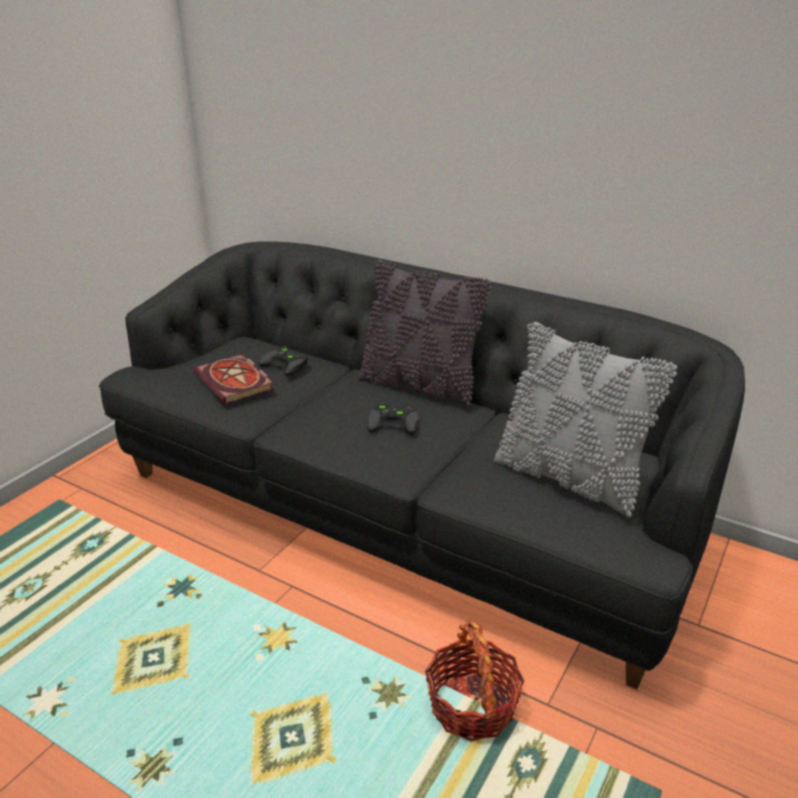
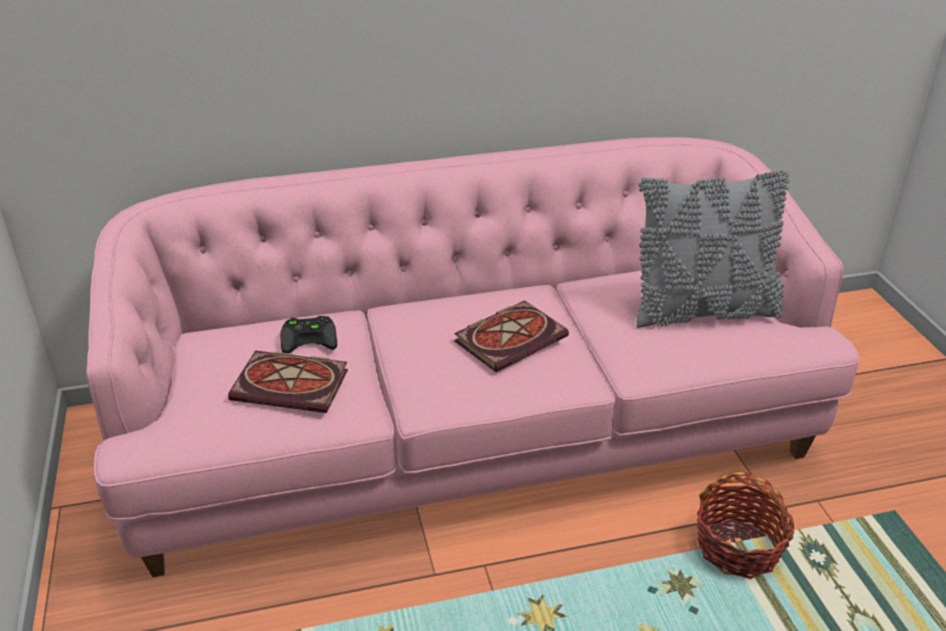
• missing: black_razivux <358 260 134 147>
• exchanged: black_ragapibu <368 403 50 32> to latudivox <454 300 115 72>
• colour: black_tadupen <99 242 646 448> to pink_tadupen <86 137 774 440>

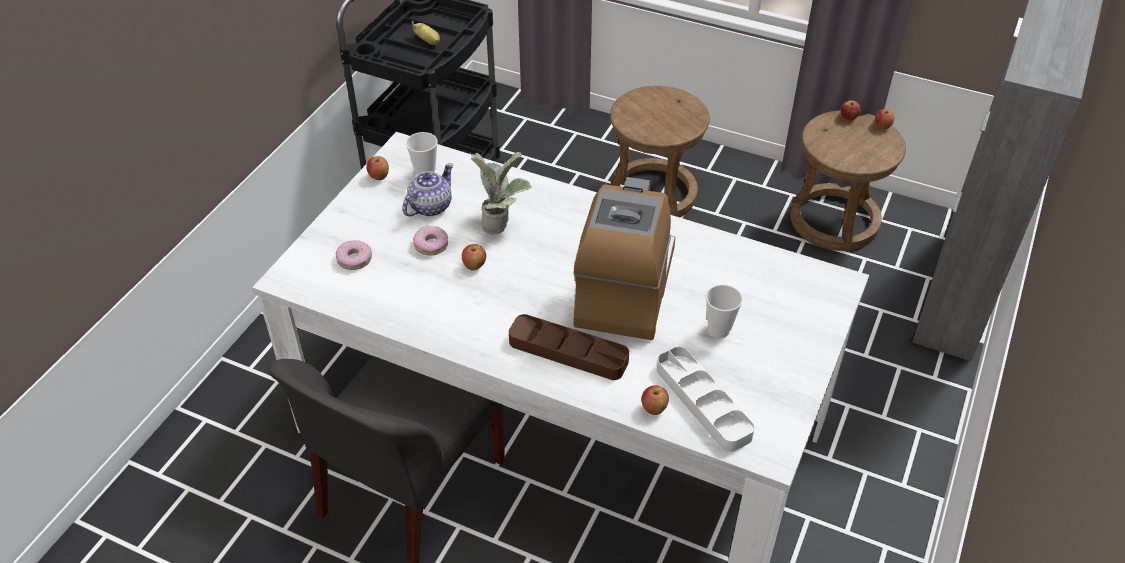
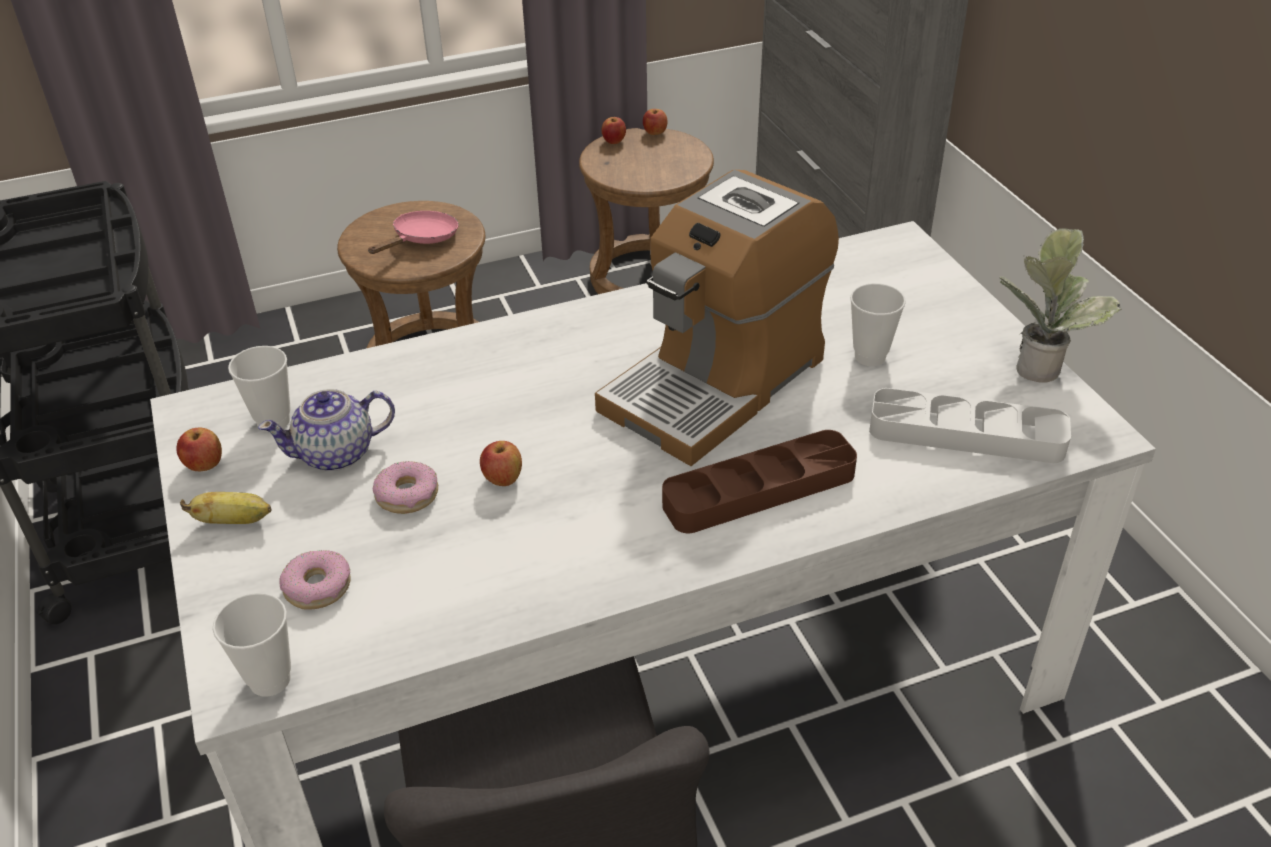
• missing: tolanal <641 385 28 30>
• appeared: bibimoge <213 593 78 104>
• appeared: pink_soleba <368 211 91 43>
• relocated: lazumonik <411 21 29 24> to <180 492 91 32>
• relocated: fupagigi <471 152 61 83> to <999 228 123 155>
• spun: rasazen <402 163 51 54> = <258 389 137 82> 105 degrees counterclockwise
• spun: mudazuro <573 177 103 163> = <595 170 244 296> 105 degrees counterclockwise

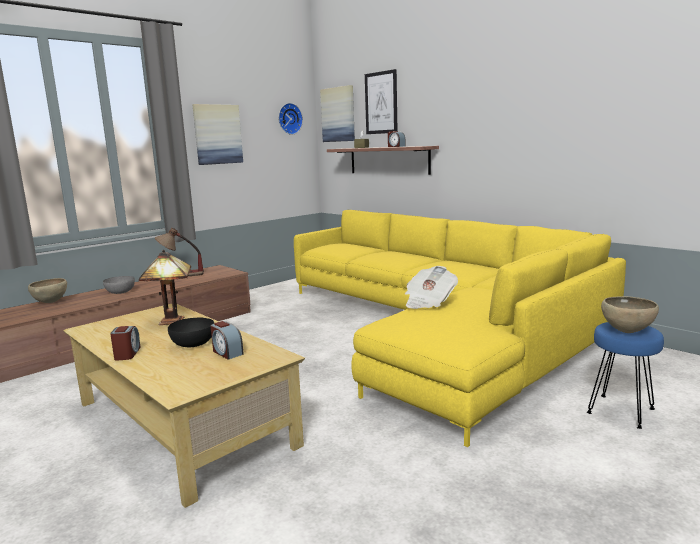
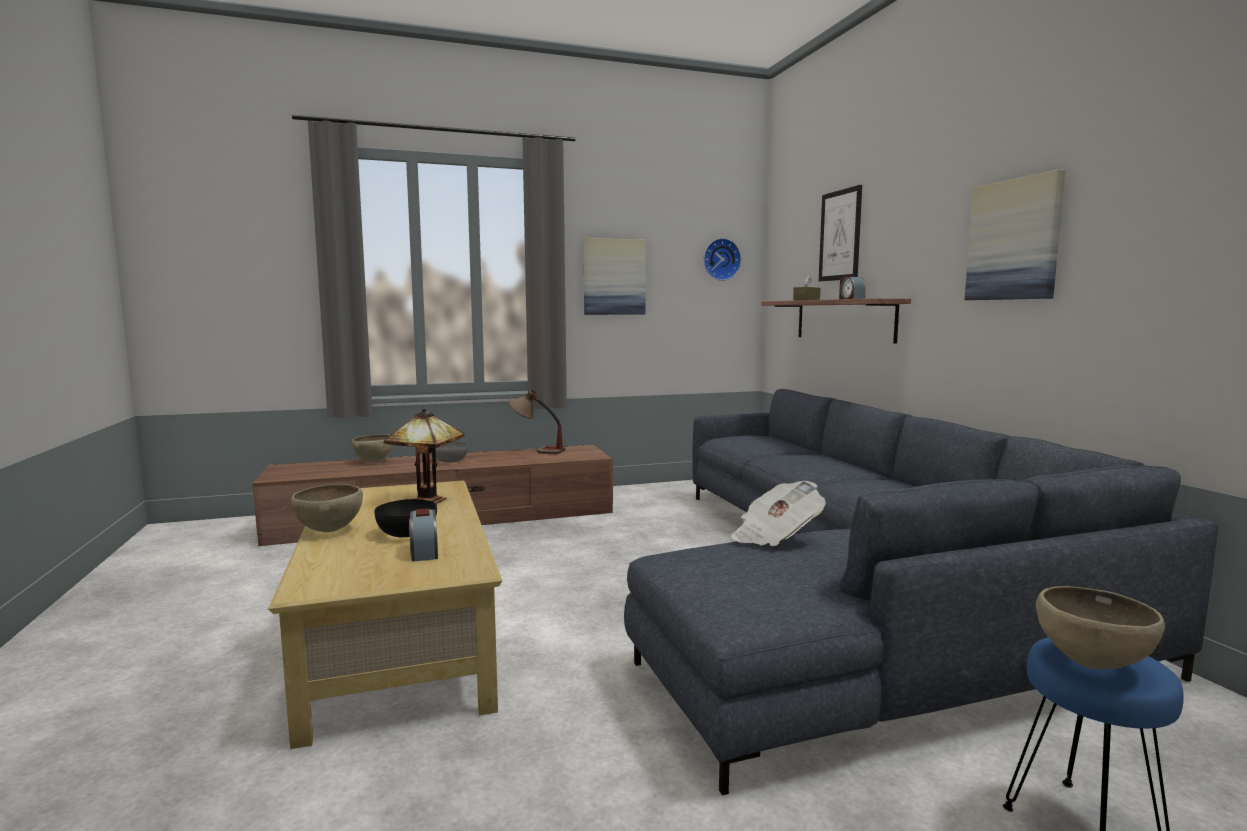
• relocated: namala <320 85 35 57> to <965 169 100 131>
• exchanged: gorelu <110 326 31 34> to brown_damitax <291 484 72 48>
• colour: yellow_tadupen <294 210 332 237> to blue_tadupen <624 389 594 407>

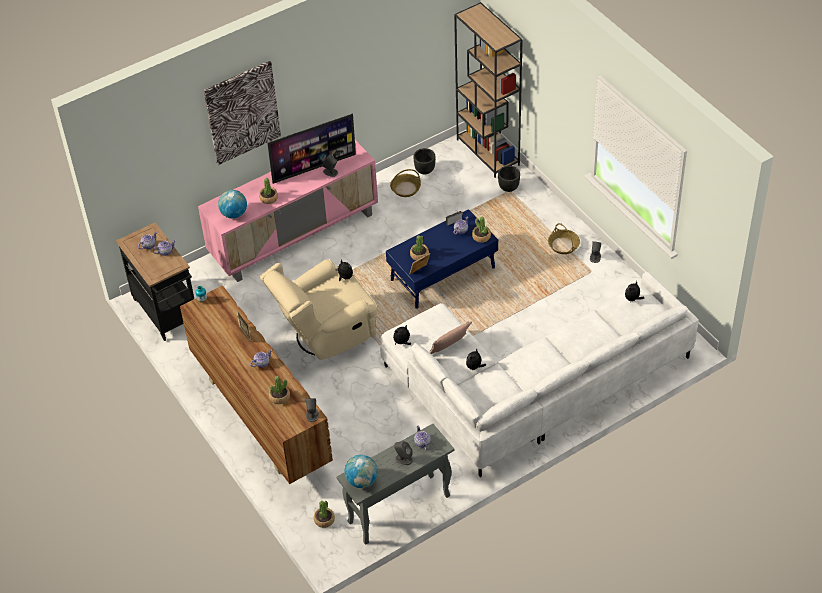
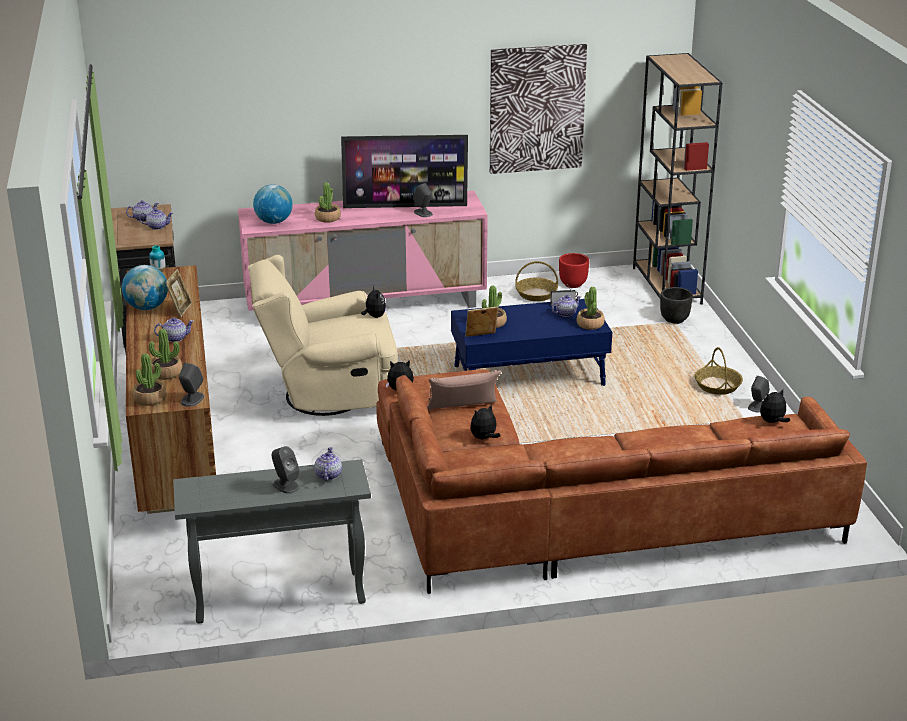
• relocated: namala <204 61 77 104> to <490 44 97 130>
• relocated: fupagigi <314 501 21 27> to <132 353 35 53>
• relocated: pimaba <345 455 33 33> to <122 265 46 45>
• colour: white_tadupen <380 272 319 205> to brown_tadupen <376 369 491 225>
• colour: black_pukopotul <413 148 22 26> to red_pukopotul <559 253 30 35>

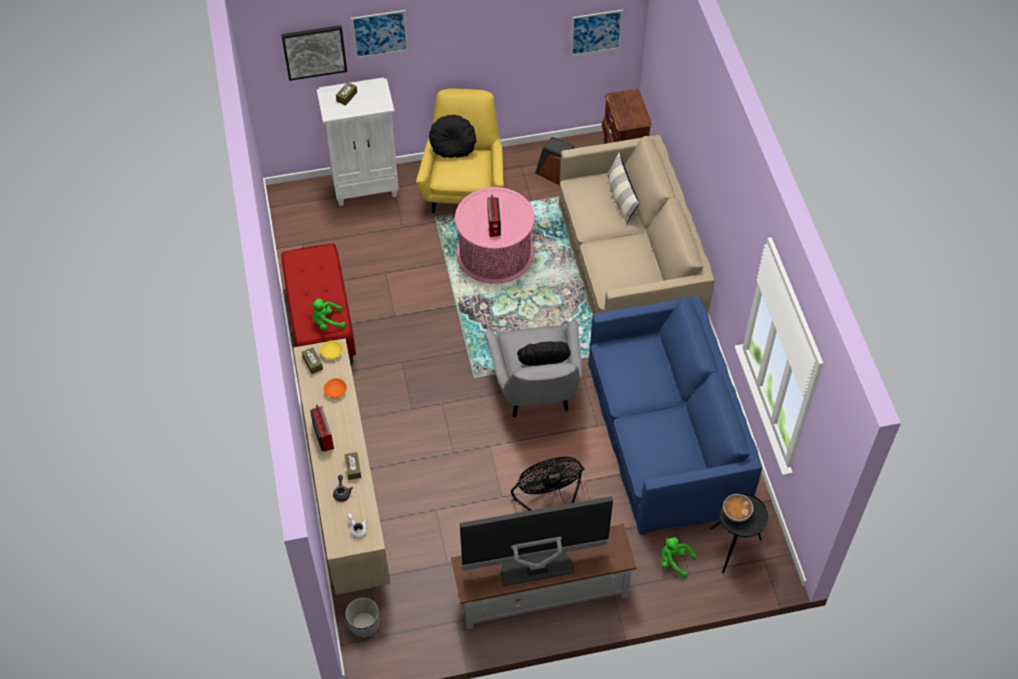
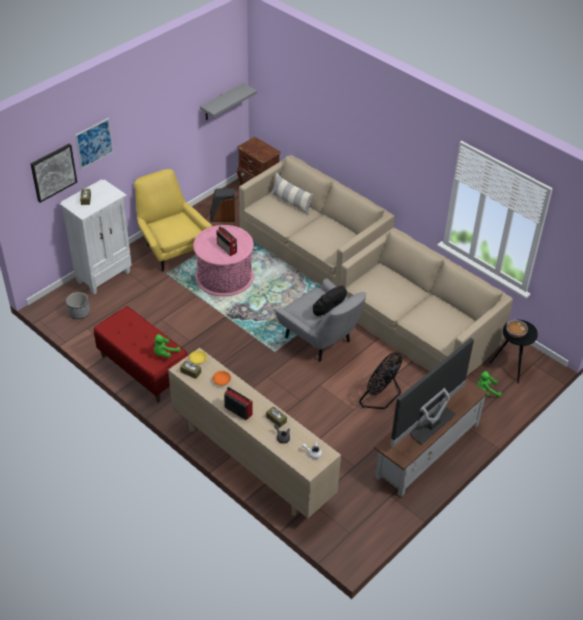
• missing: black_razivux <429 115 47 43>
• relocated: pukopotul <345 597 35 41> to <66 292 24 27>
• exchanged: namala <571 9 52 47> to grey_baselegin <200 83 57 37>
• colour: blue_tadupen <588 296 174 239> to beige_tadupen <340 228 173 147>

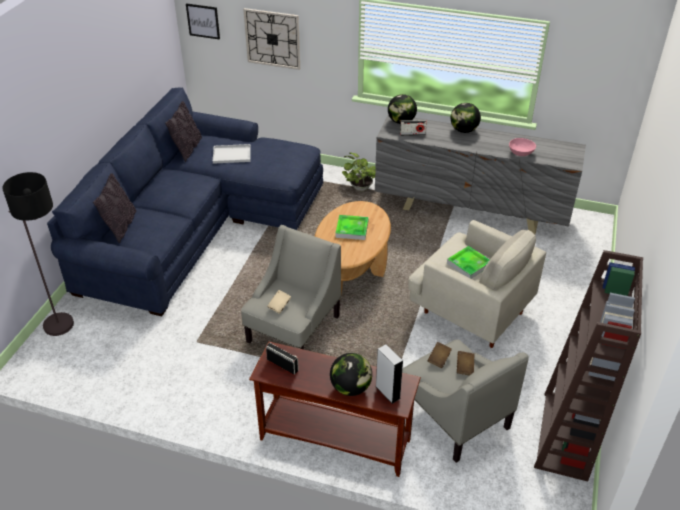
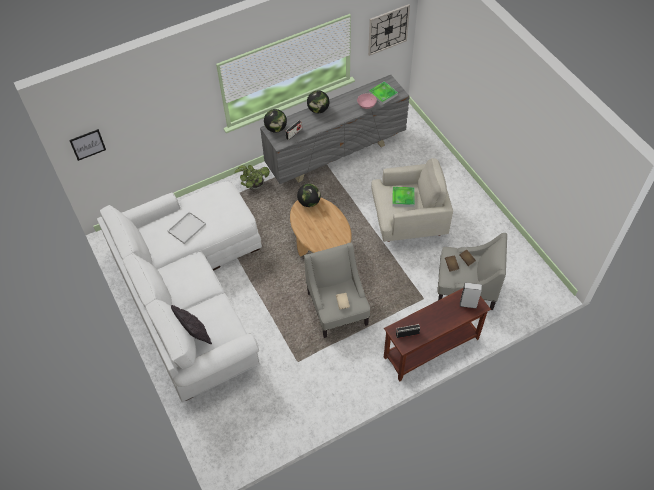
• missing: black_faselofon <2 172 72 164>
• missing: black_razivux <165 101 37 61>
• missing: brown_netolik <534 250 109 232>
• relocated: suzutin <243 8 57 62> to <368 4 42 52>
• relocated: pimaba <330 353 42 43> to <297 184 24 23>
• relocated: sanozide <336 215 33 25> to <369 81 29 24>
• colour: blue_tadupen <47 88 276 229> to white_tadupen <97 181 165 221>

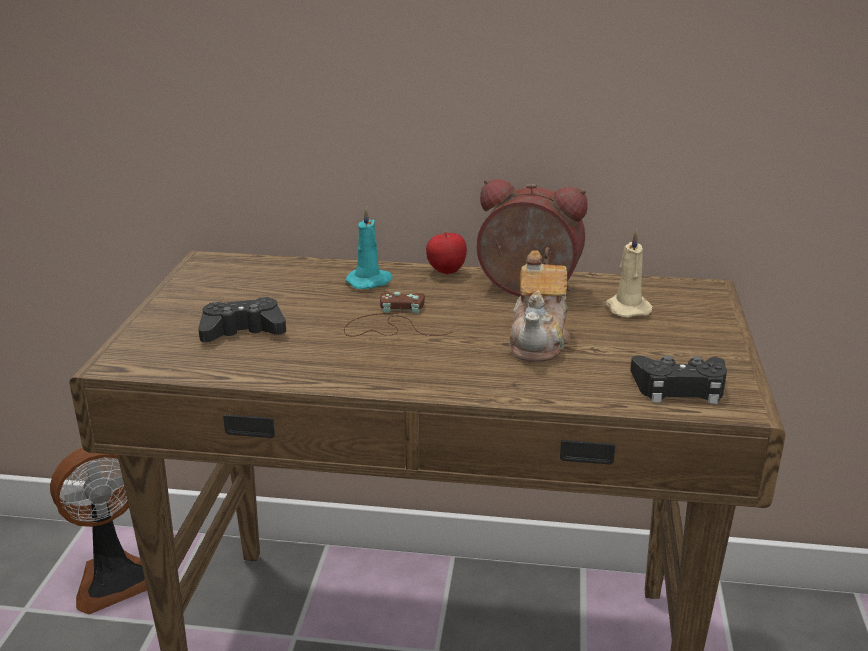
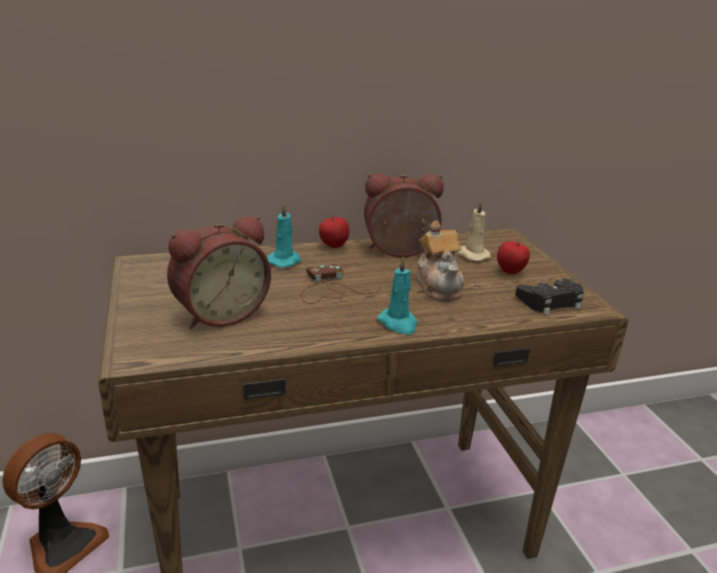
• appeared: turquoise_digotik <377 256 41 79>
• appeared: tolanal <497 241 33 33>
• exchanged: black_ragapibu <198 297 88 45> to gorelu <167 216 104 113>

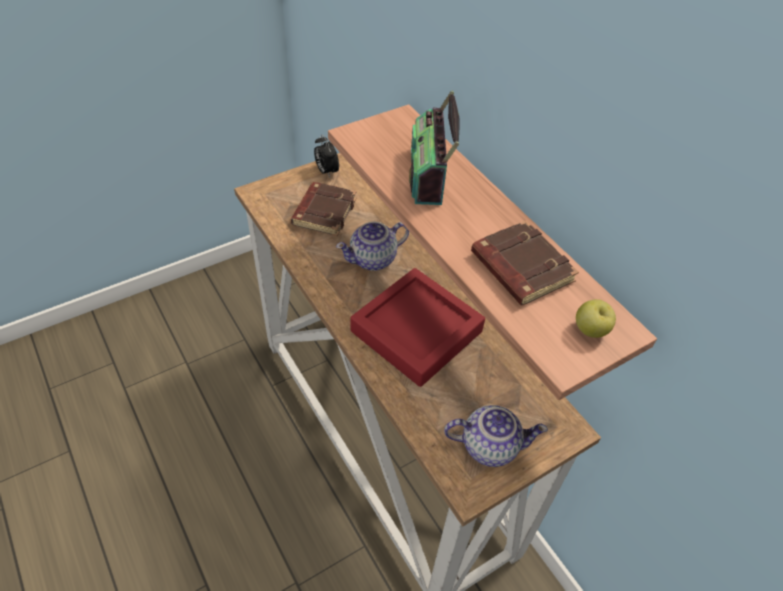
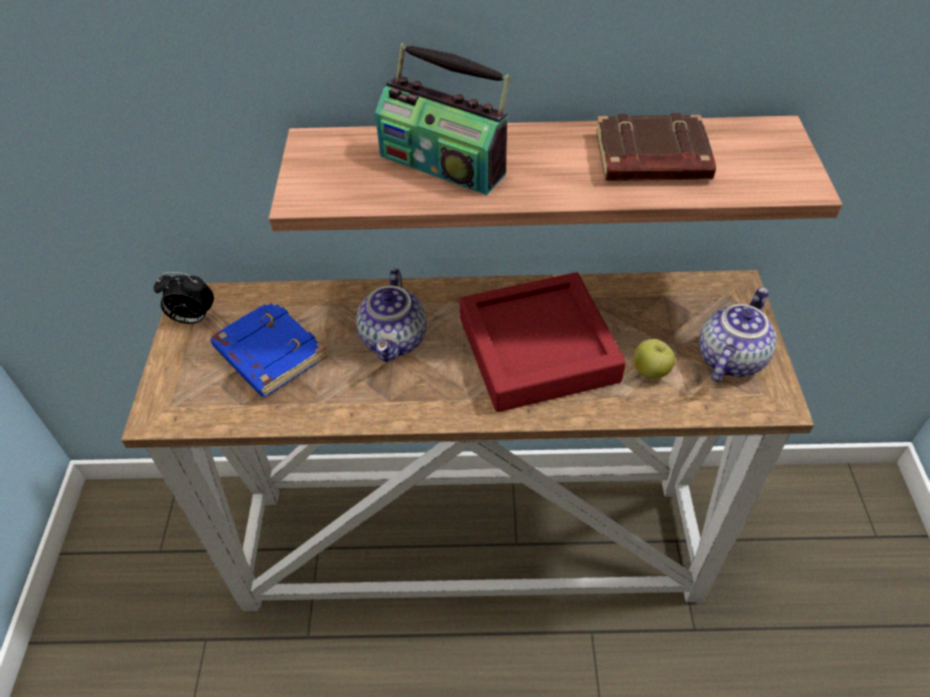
• relocated: tolanal <576 299 40 39> to <634 339 41 40>
• colour: brown_latudivox <291 182 65 54> to blue_latudivox <210 300 117 97>

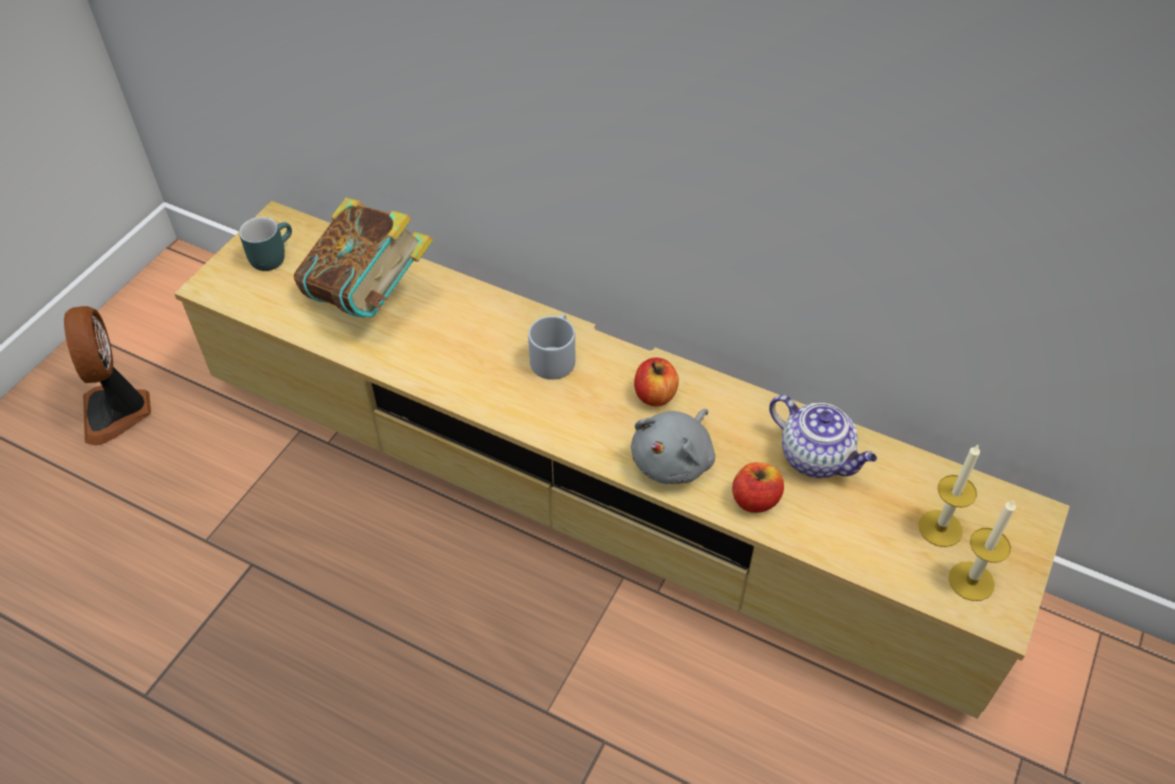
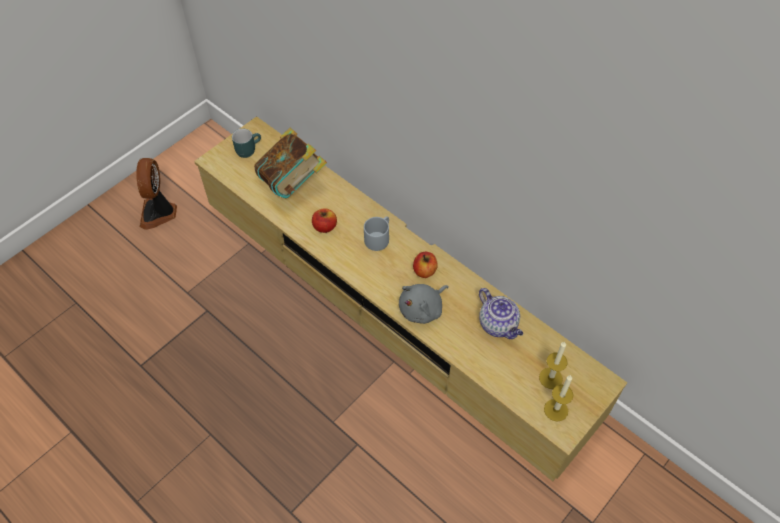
• relocated: tolanal <732 462 52 51> to <312 208 25 25>

